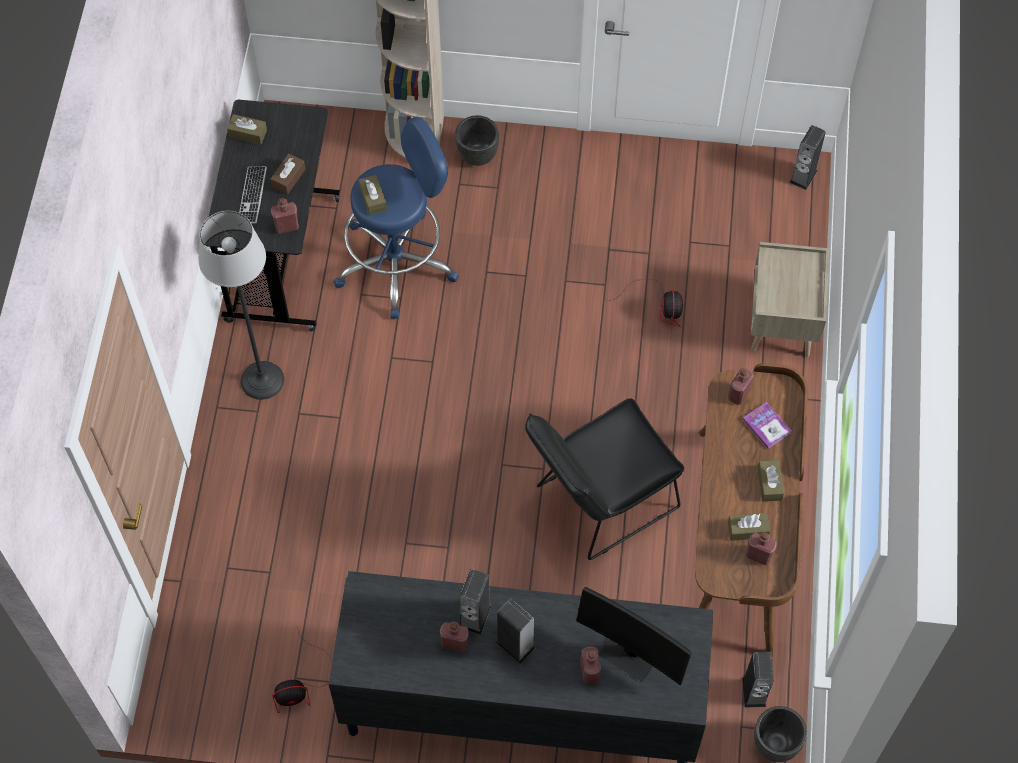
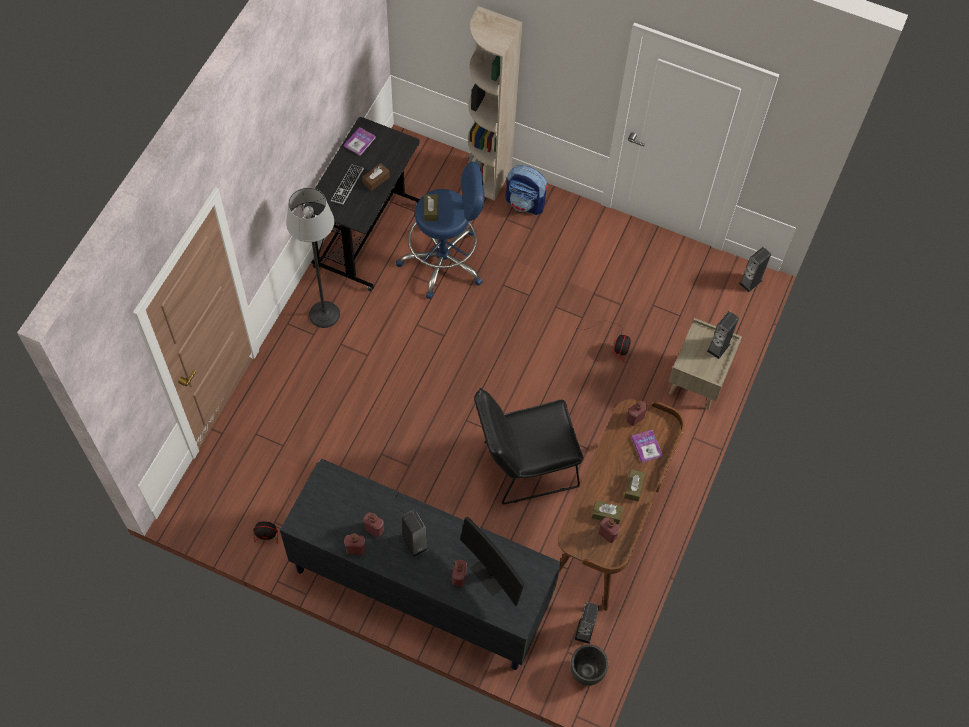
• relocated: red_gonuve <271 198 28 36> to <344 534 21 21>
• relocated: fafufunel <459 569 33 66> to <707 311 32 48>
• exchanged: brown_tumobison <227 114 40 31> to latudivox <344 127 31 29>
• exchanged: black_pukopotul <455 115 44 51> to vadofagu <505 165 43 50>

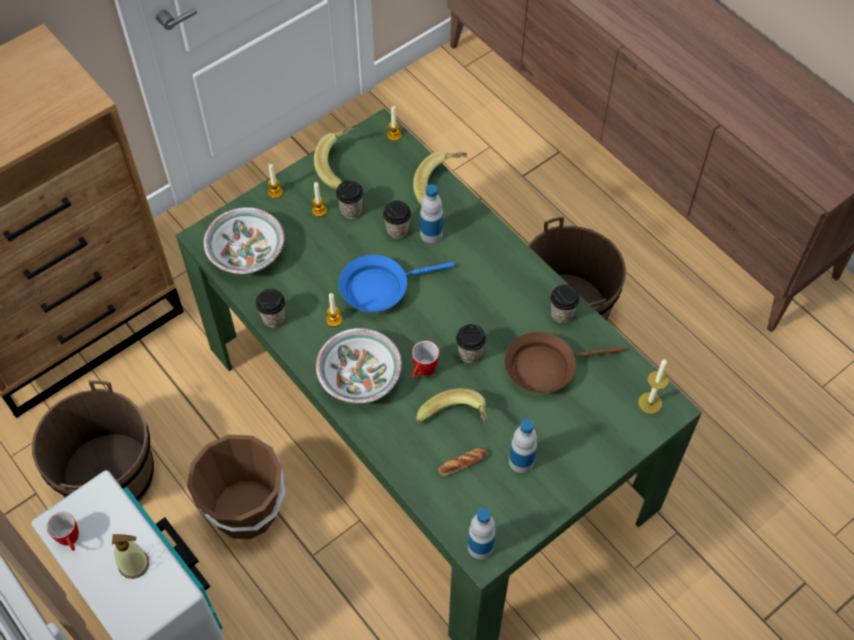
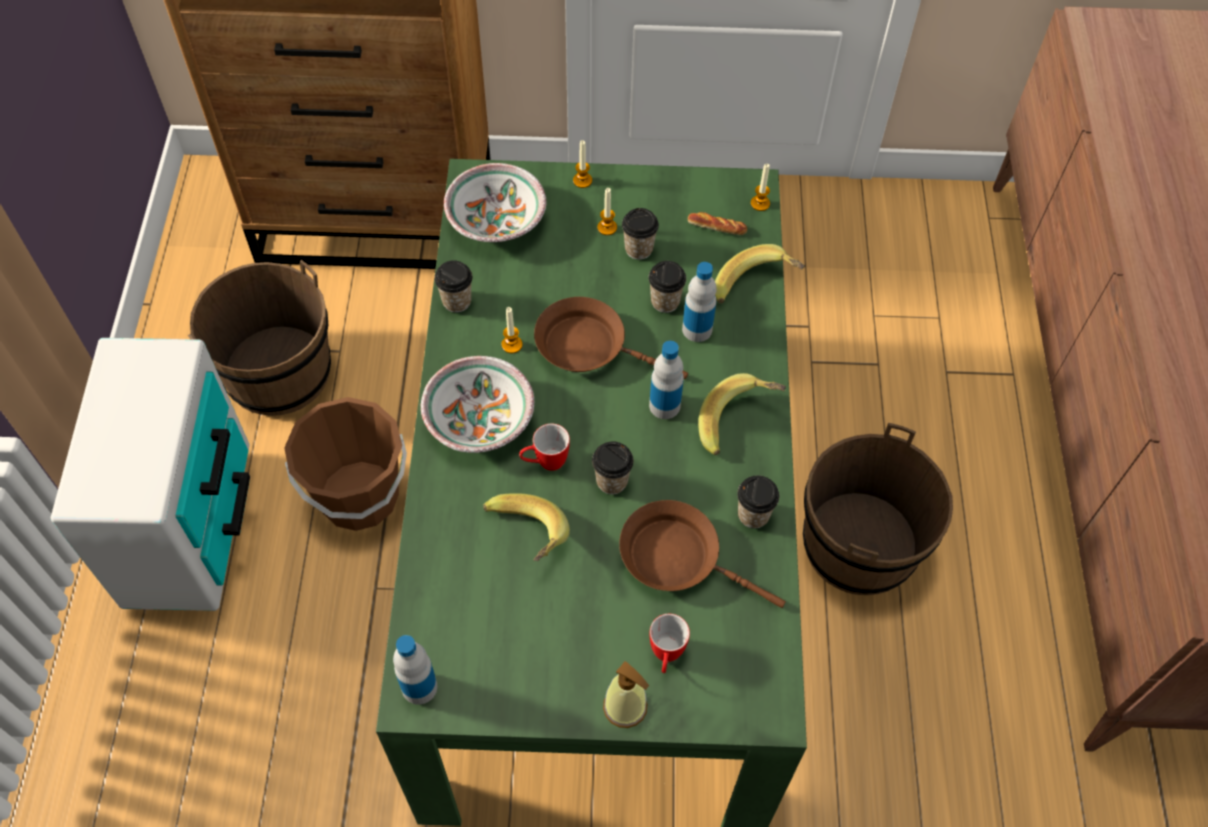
• missing: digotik <638 359 31 55>
• relocated: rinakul <47 512 32 39> to <650 614 40 59>
• relocated: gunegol <112 534 37 45> to <603 661 46 67>
• relocated: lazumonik <314 125 42 65> to <698 373 88 82>
• relocated: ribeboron <438 448 49 28> to <688 212 59 23>
• relocated: gonuve <509 419 28 54> to <649 341 35 78>
• colour: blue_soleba <338 255 117 57> to brown_soleba <534 297 154 82>

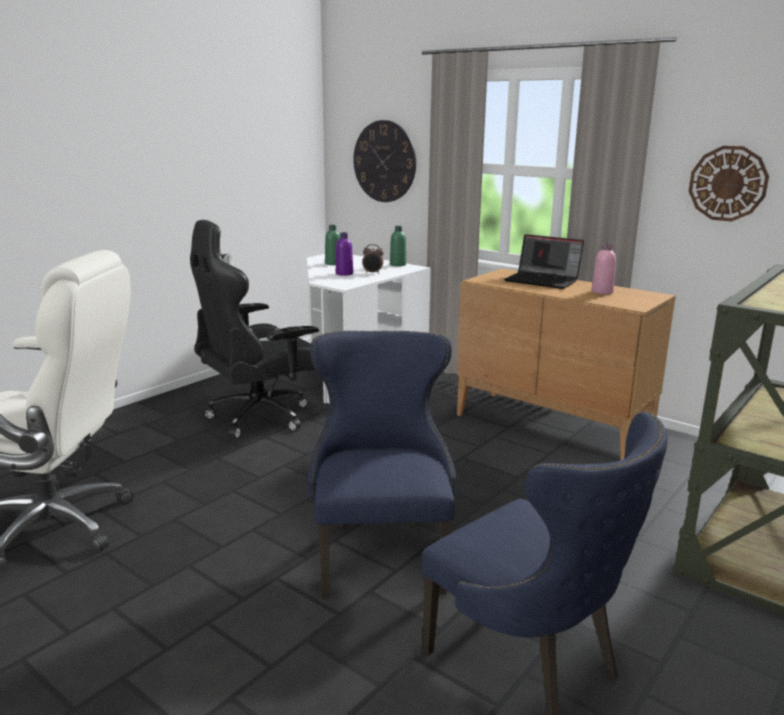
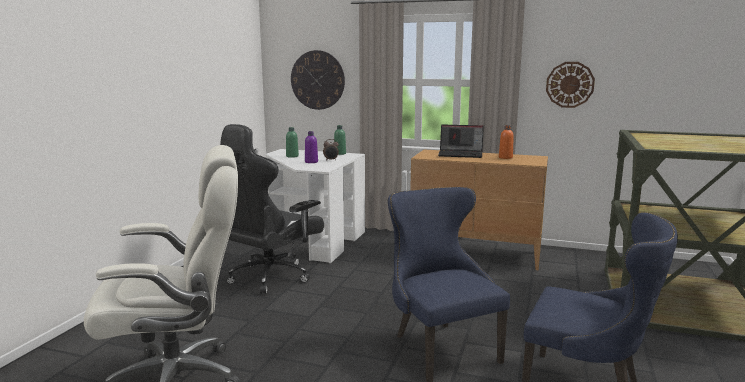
• colour: pink_gonuve <592 243 24 51> to orange_gonuve <499 125 15 34>

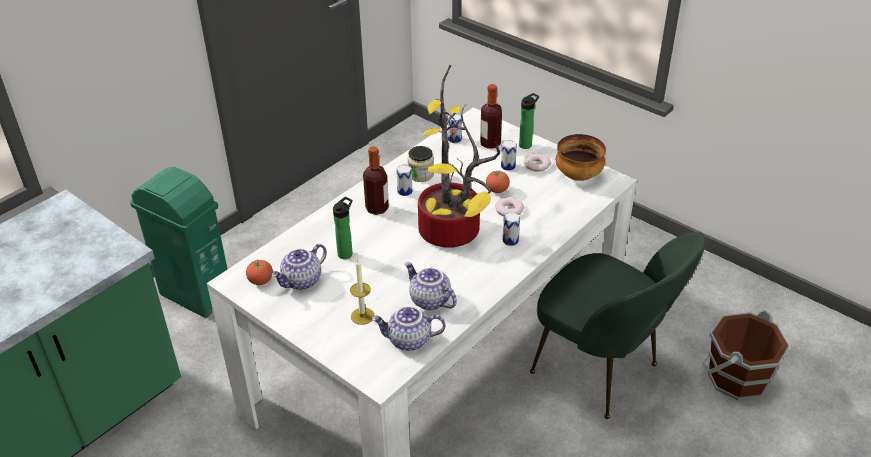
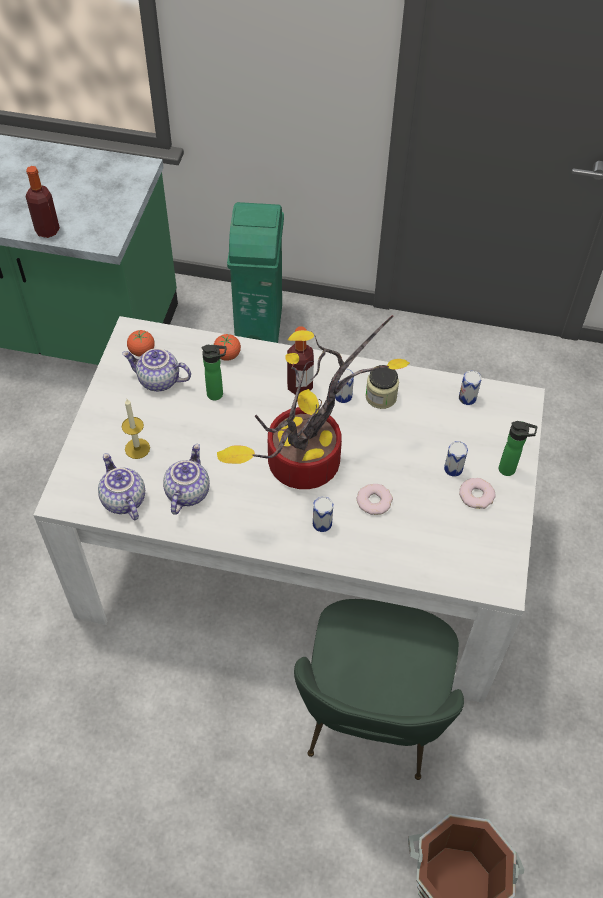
• missing: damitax <556 134 50 47>
• relocated: gonuve <480 84 22 65> to <26 166 34 72>
• relocated: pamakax <486 171 24 22> to <214 334 27 27>

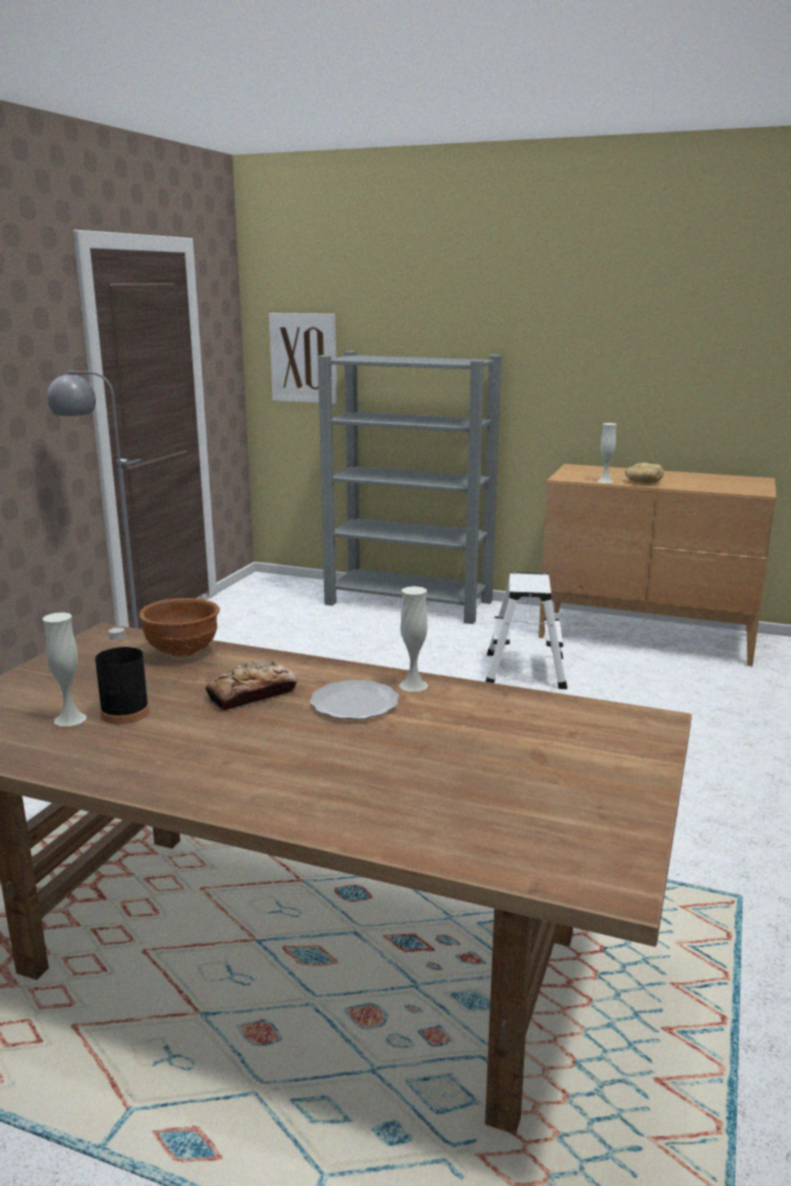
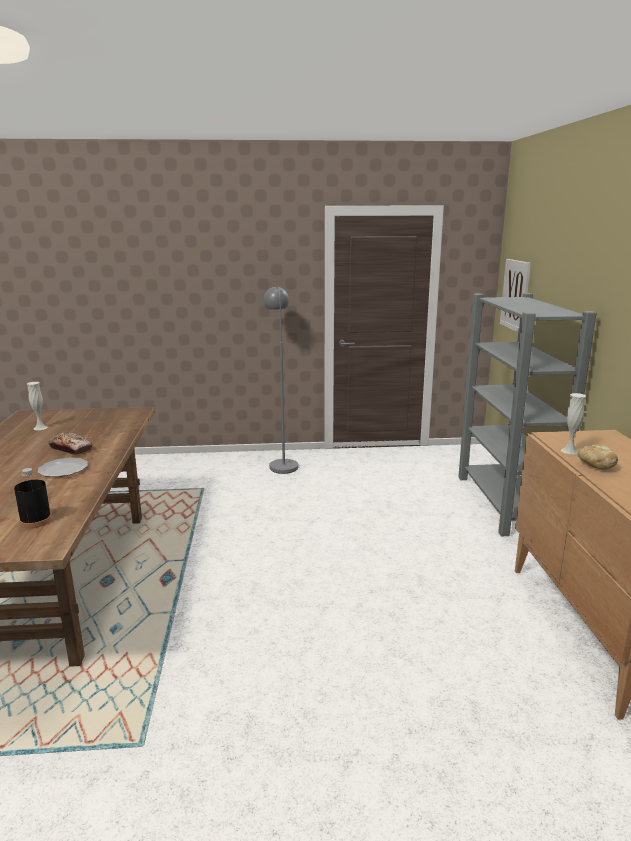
• missing: brown_damitax <139 598 81 59>
• missing: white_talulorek <399 586 29 106>
• missing: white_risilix <485 572 82 117>
• relocated: black_gonuve <95 627 54 97> to <14 468 38 60>

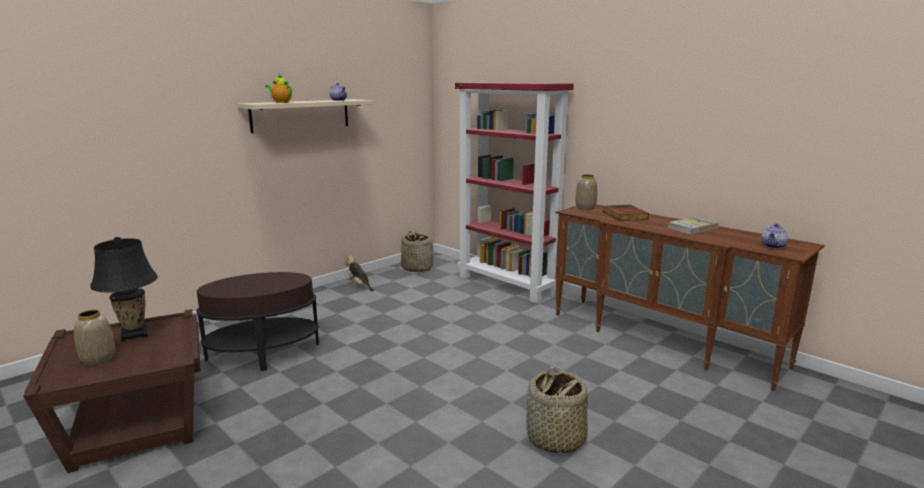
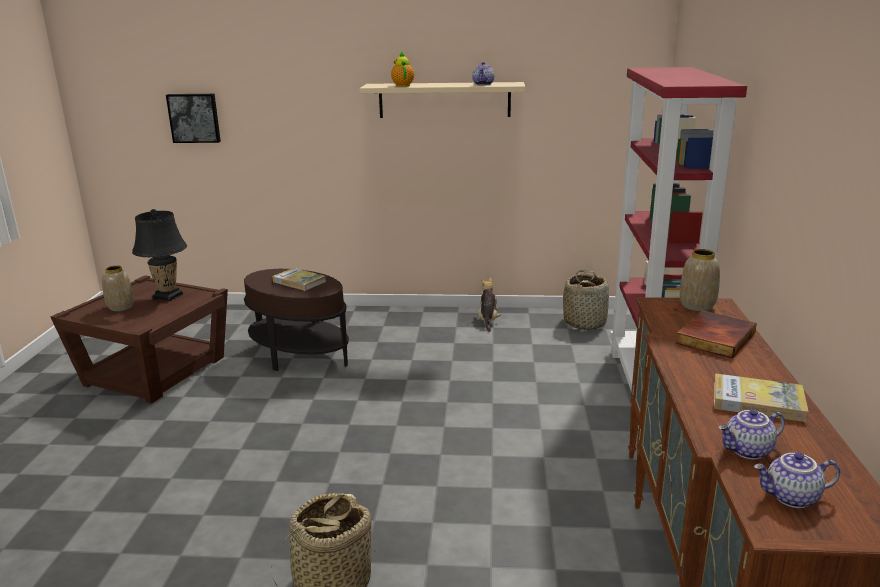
• appeared: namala <166 94 55 49>
• appeared: latudivox <272 268 54 23>
• appeared: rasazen <718 409 67 50>

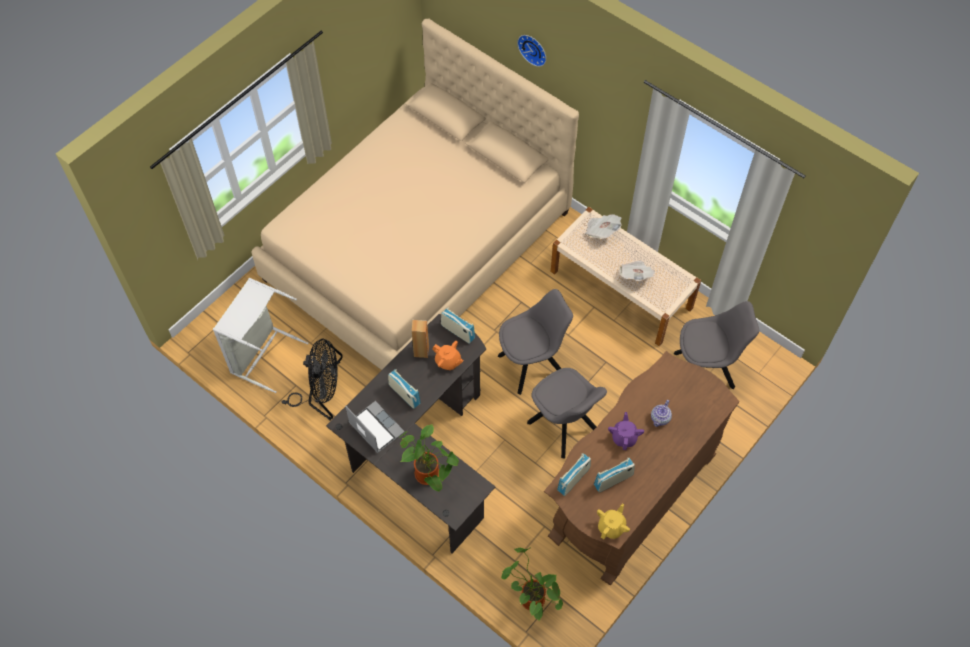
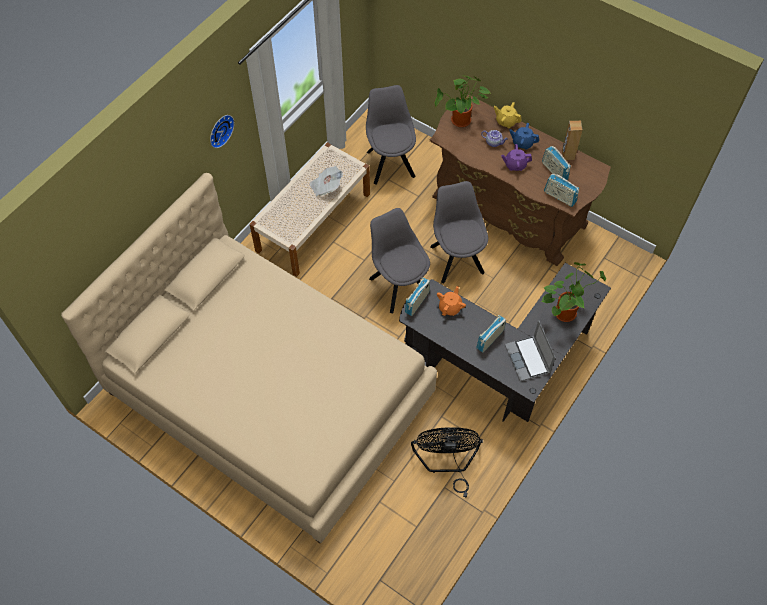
• missing: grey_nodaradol <213 278 96 115>
• missing: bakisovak <585 214 37 25>
• appeared: blue_rasazen <509 123 30 27>
• relocated: brown_fafufunel <412 320 17 38> to <562 121 20 39>
• relocated: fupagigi <501 548 62 73> to <435 75 55 52>
• relocated: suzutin <517 35 29 32> to <210 115 25 33>
• relocated: yellow_rasazen <597 503 33 36> to <494 102 28 26>
• spun: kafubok <345 401 60 52> = <505 321 51 60> 60 degrees counterclockwise
• spun: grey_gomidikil <527 368 80 90> = <430 181 58 103> 60 degrees counterclockwise

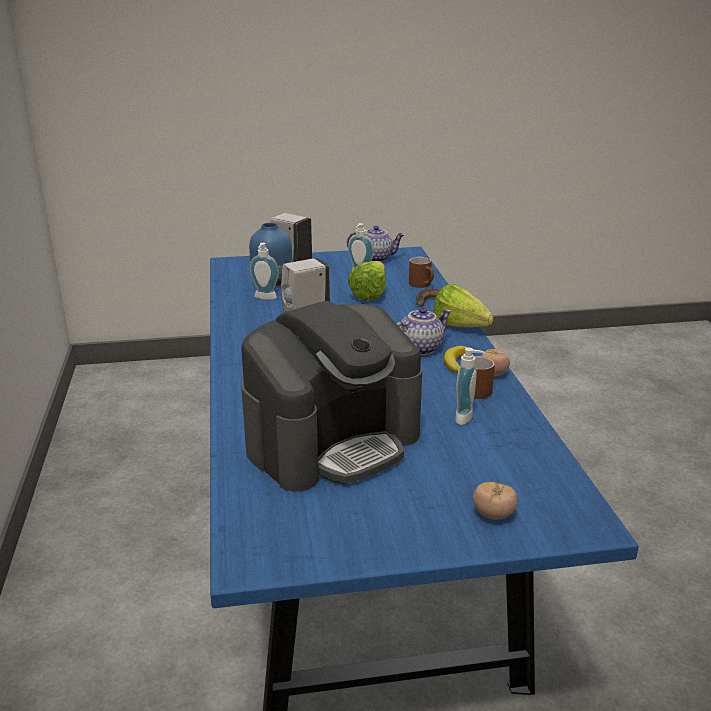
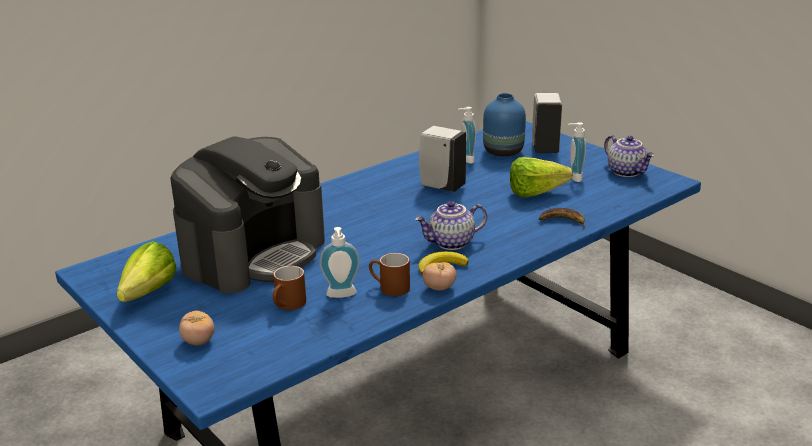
• relocated: brown_rinakul <409 257 25 31> to <273 266 33 44>
• relocated: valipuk <433 284 61 43> to <117 241 60 61>
• spun: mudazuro <241 301 181 191> = <170 136 155 157> 75 degrees counterclockwise
• spun: rasazen <396 307 55 48> = <415 201 72 49> 135 degrees clockwise

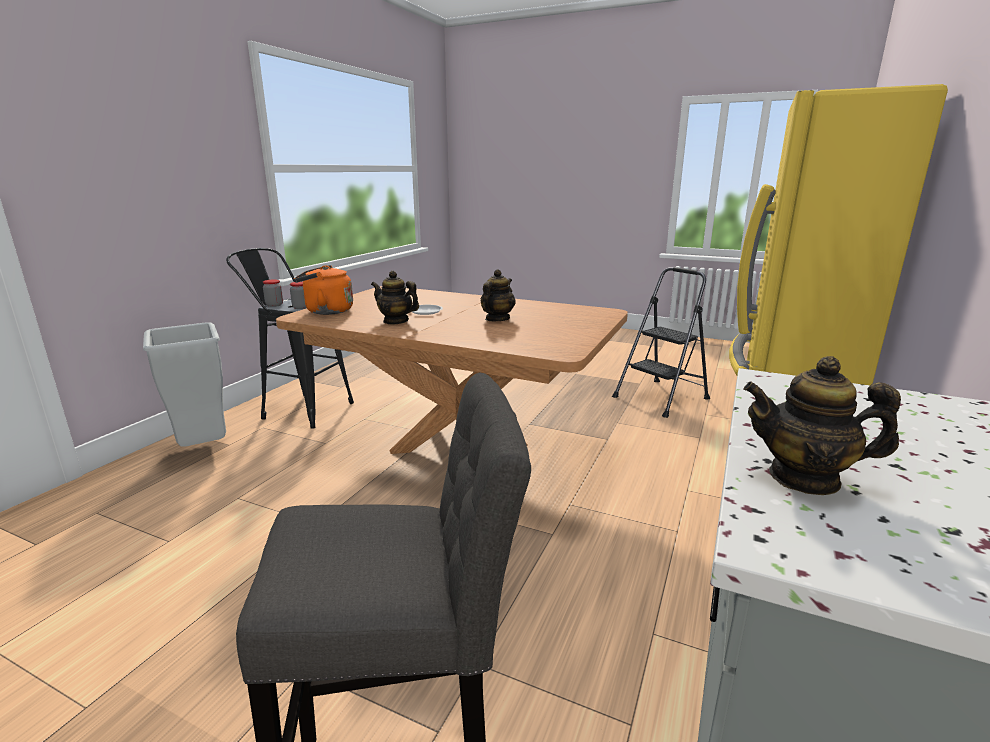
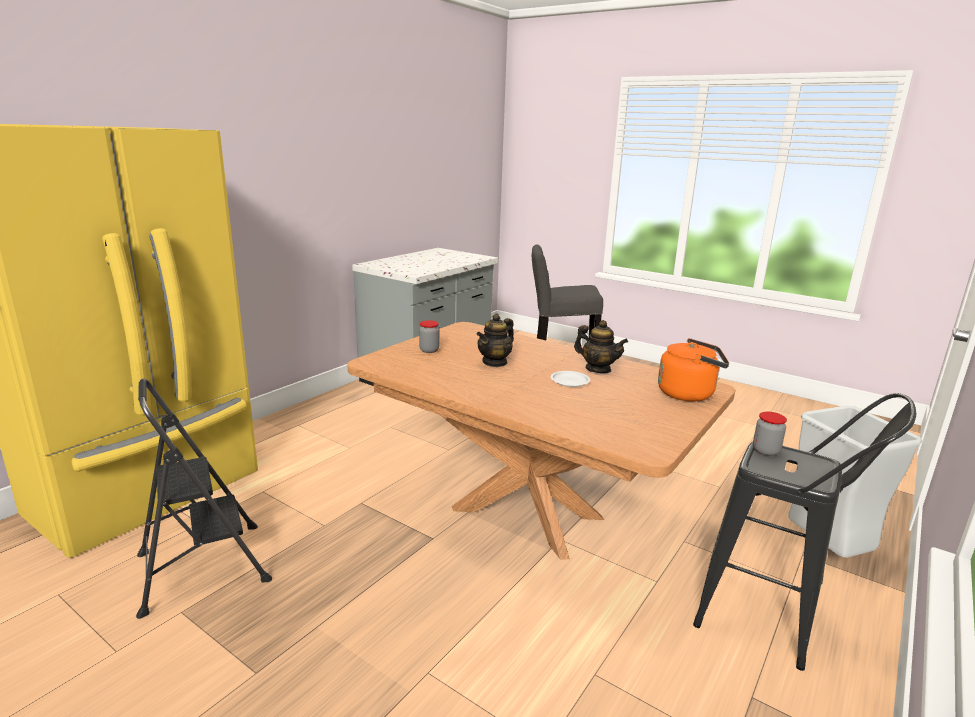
• missing: rasazen <744 356 157 139>
• relocated: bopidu <263 279 20 28> to <419 320 21 33>

